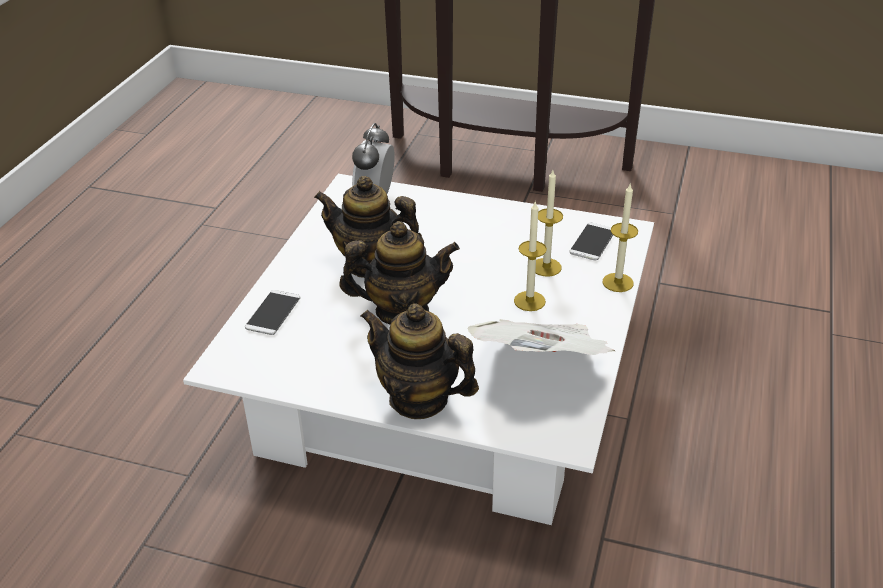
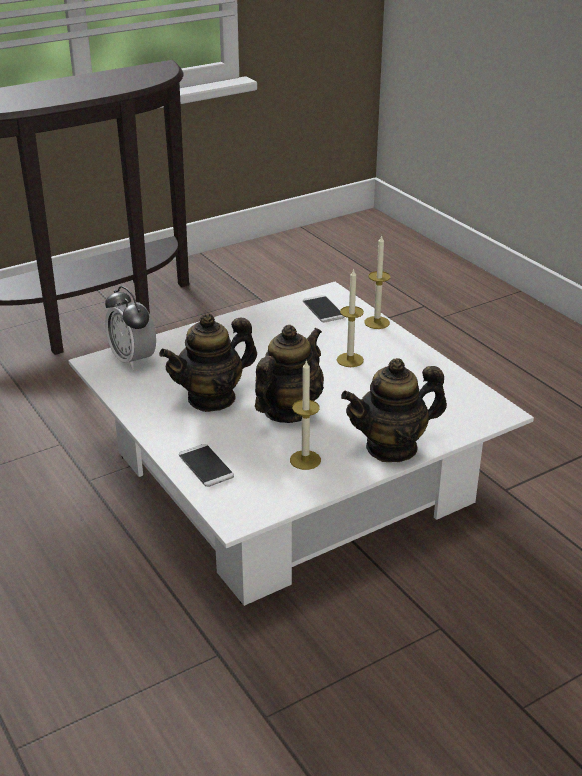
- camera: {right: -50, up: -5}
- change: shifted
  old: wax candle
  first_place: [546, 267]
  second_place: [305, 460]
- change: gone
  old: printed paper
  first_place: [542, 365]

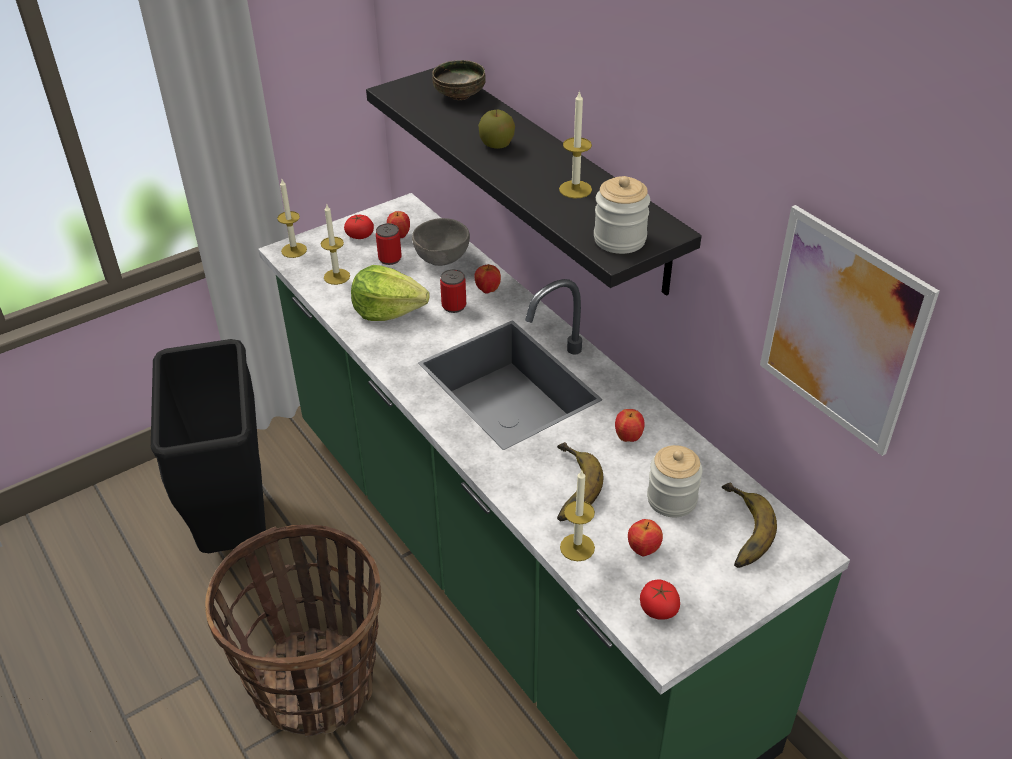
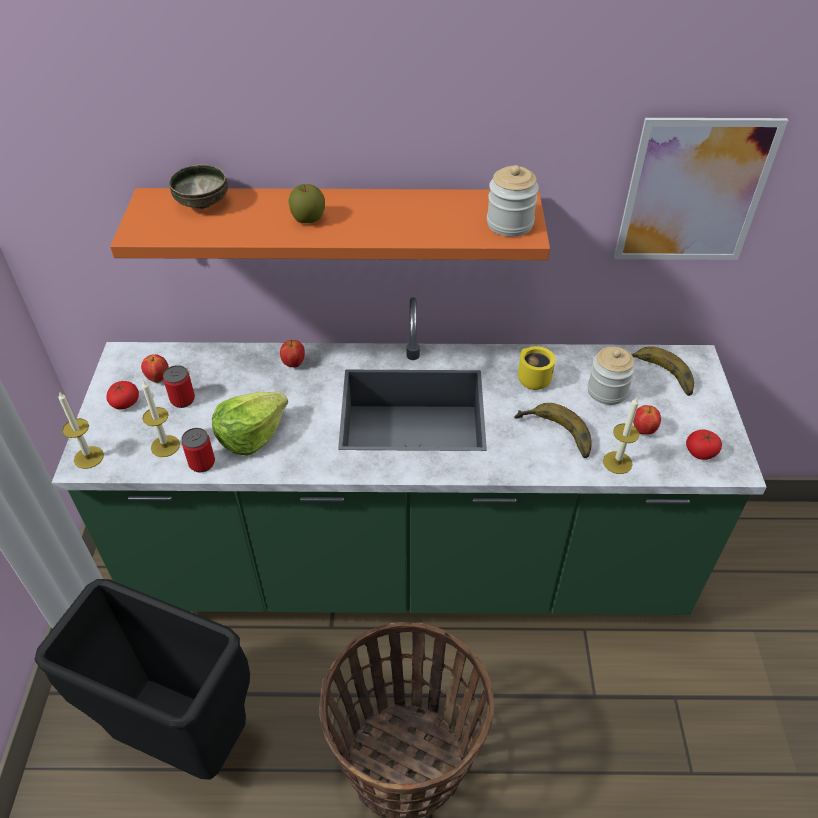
- camera: {right: -55, up: 5}
- change: repainted
  old: black bracket shelf
  new: orange-coloured bracket shelf
  first_place: [557, 176]
  second_place: [339, 223]
- change: shifted
  old: metal can
  first_place: [454, 306]
  second_place: [202, 463]
- change: swapped
  old: whole apple
  new: yellow-coloured mug
  first_place: [628, 437]
  second_place: [531, 379]
- change: gone
  old: gray bowl
  first_place: [441, 258]
- change: gone
  old: wax candle
  first_place: [575, 189]

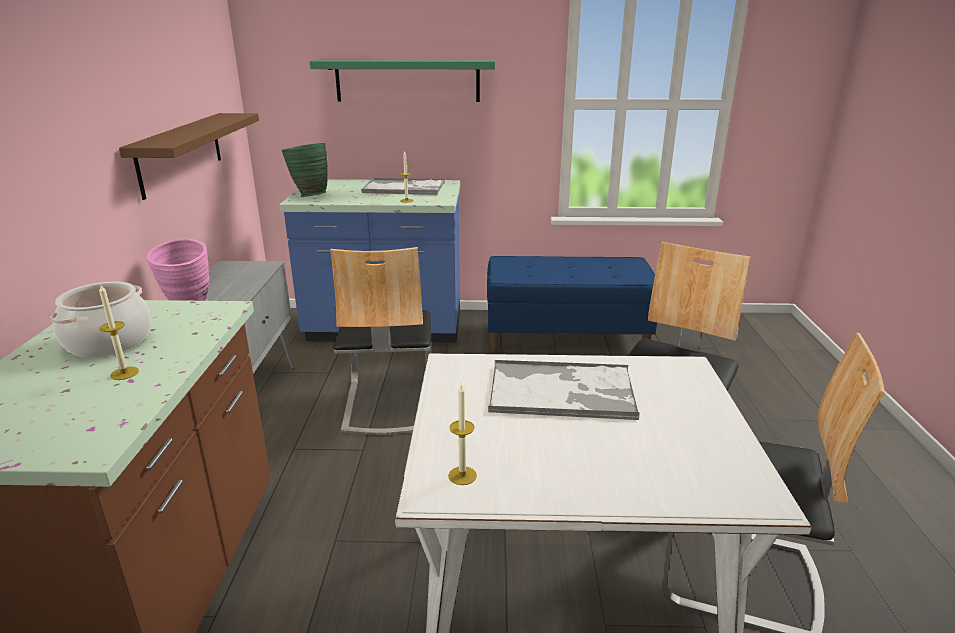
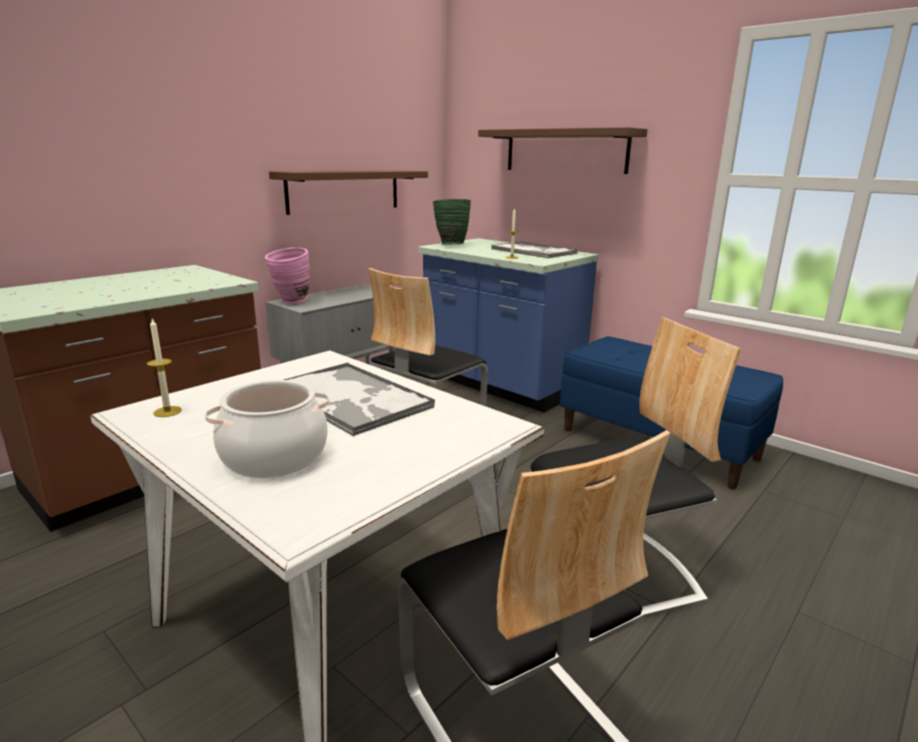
- camera: {right: 40, up: -5}
- change: shifted
  old: saucepot
  first_place: [109, 342]
  second_place: [273, 457]
- change: repainted
  old: green bracket shelf
  new: brown-coloured bracket shelf
  first_place: [407, 80]
  second_place: [565, 151]
- change: gone
  old: wax candle
  first_place: [124, 373]

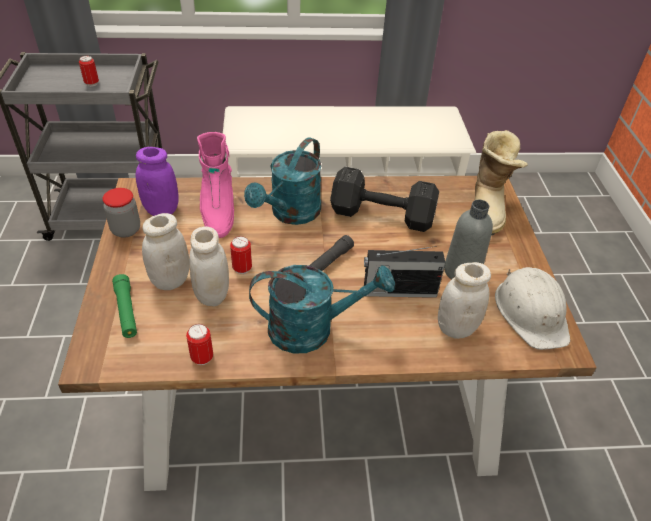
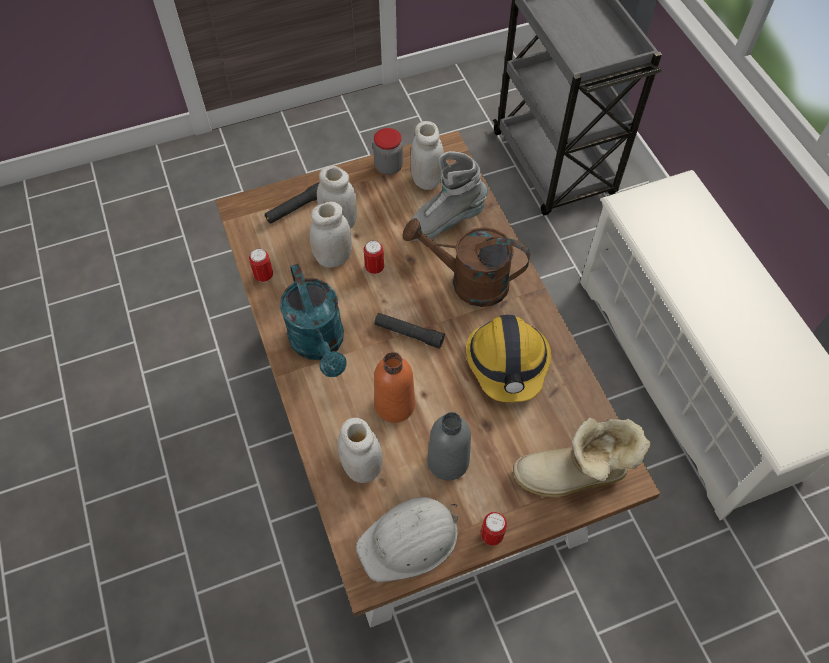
- camera: {right: 75, up: 15}
- change: repainted
  old: green flashlight
  new: black flashlight
  first_place: [126, 311]
  second_place: [295, 208]
- change: swapped
  old: radio
  new: orange-coloured drink bottle
  first_place: [398, 291]
  second_place: [394, 405]
- change: repainted
  old: turquoise sprinkling can
  new: brown-coloured sprinkling can
  first_place: [290, 214]
  second_place: [468, 282]
- change: repainted
  old: pinkish tall boot
  new: gray tall boot
  first_place: [217, 211]
  second_place: [444, 222]
- change: repainted
  old: purple-coloured storage jar
  new: white-coloured storage jar
  first_place: [162, 210]
  second_place: [426, 180]
- change: swapped
  old: black hand weight
  new: hard hat
  first_place: [380, 214]
  second_place: [507, 363]
- change: shifted
  old: metal can
  first_place: [92, 83]
  second_place: [491, 535]

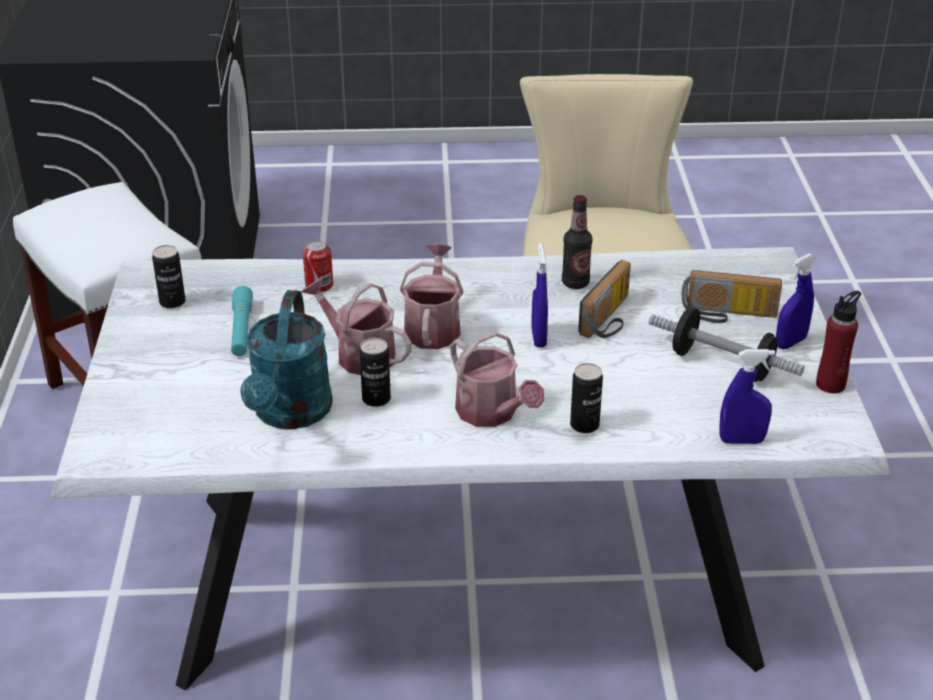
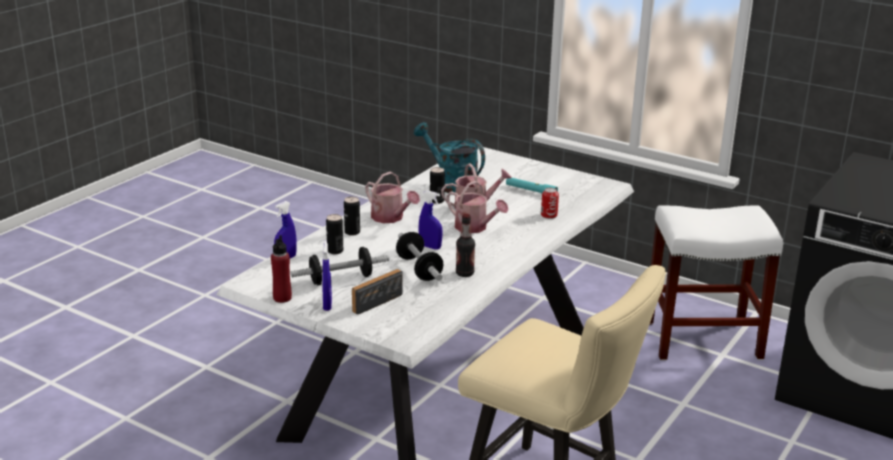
- camera: {right: 125, up: -10}
- change: shifted
  old: metal can
  first_place: [172, 302]
  second_place: [335, 251]
- change: rotated
  old: sprinkling can
  first_place: [492, 413]
  second_place: [390, 218]
  degrees: -135
- change: swapped
  old: radio
  new: hand weight
  first_place: [610, 319]
  second_place: [419, 269]

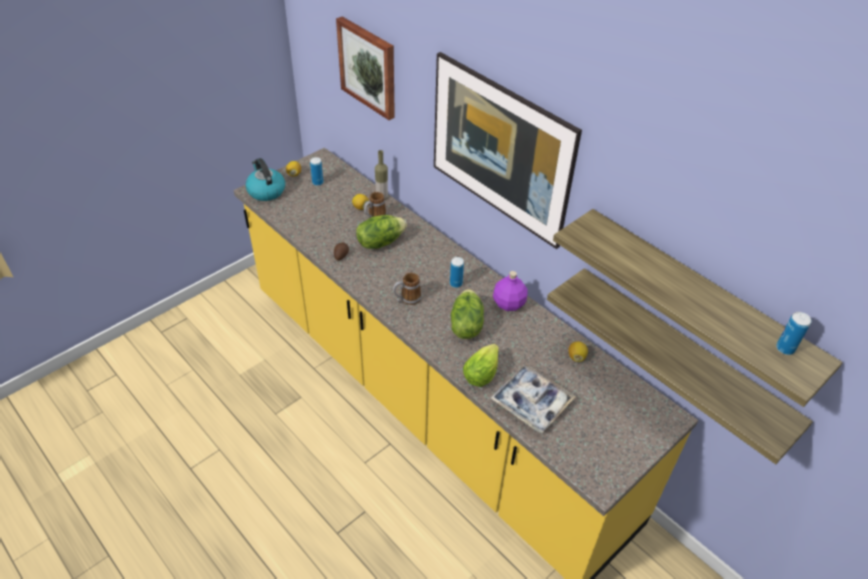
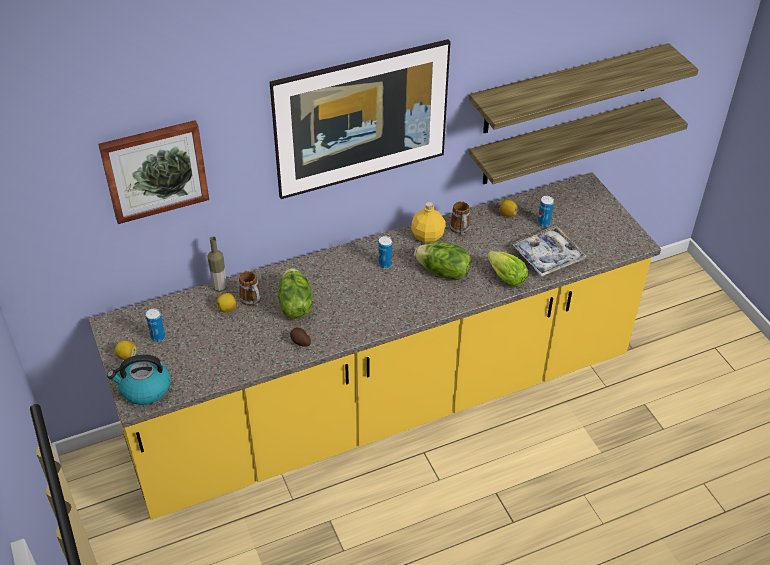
- camera: {right: -70, up: 0}
- change: repainted
  old: purple-coloured drink bottle
  new: yellow-coloured drink bottle
  first_place: [509, 304]
  second_place: [427, 236]
- change: shifted
  old: mug
  first_place: [407, 299]
  second_place: [460, 230]
- change: shifted
  old: metal can
  first_place: [785, 348]
  second_place: [543, 223]

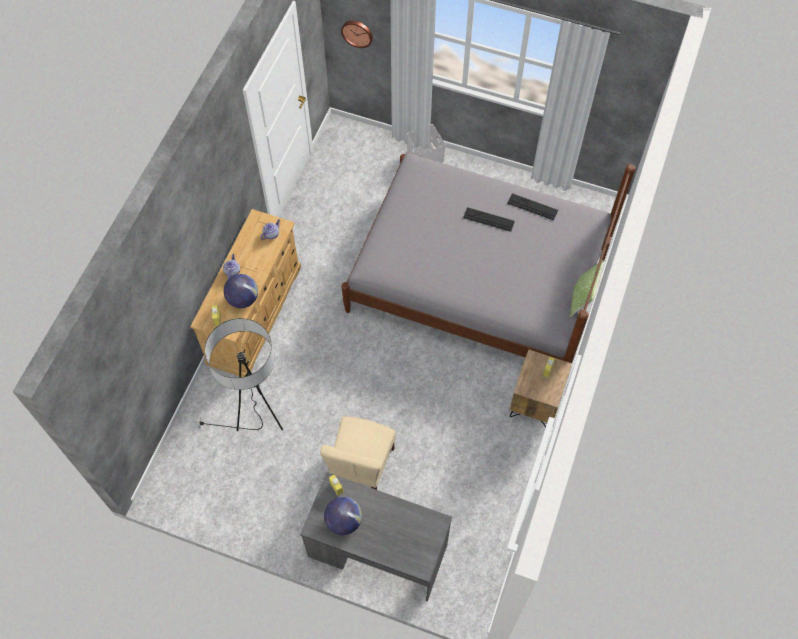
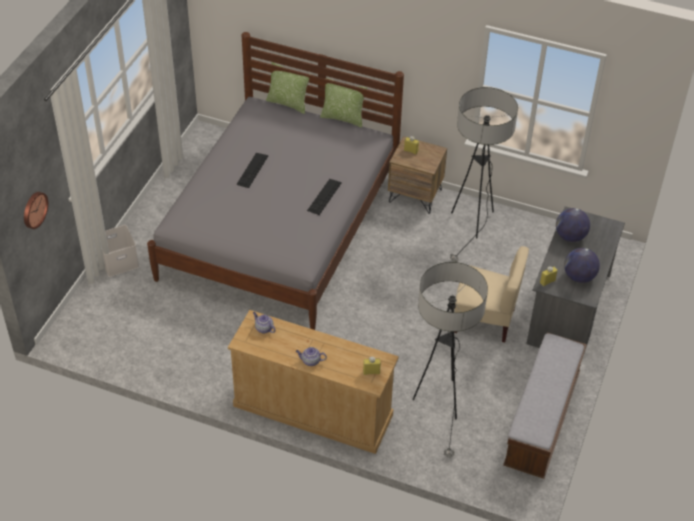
- camera: {right: -90, up: -15}
- change: new
  new: pillow
  second_place: [288, 103]
- change: shifted
  old: keyboard
  first_place: [532, 206]
  second_place: [324, 196]
- change: new
  new: standing lamp
  second_place: [472, 225]
- change: new
  new: indoor bench
  second_place: [541, 420]
- change: shifted
  old: world globe
  first_place: [243, 299]
  second_place: [570, 236]

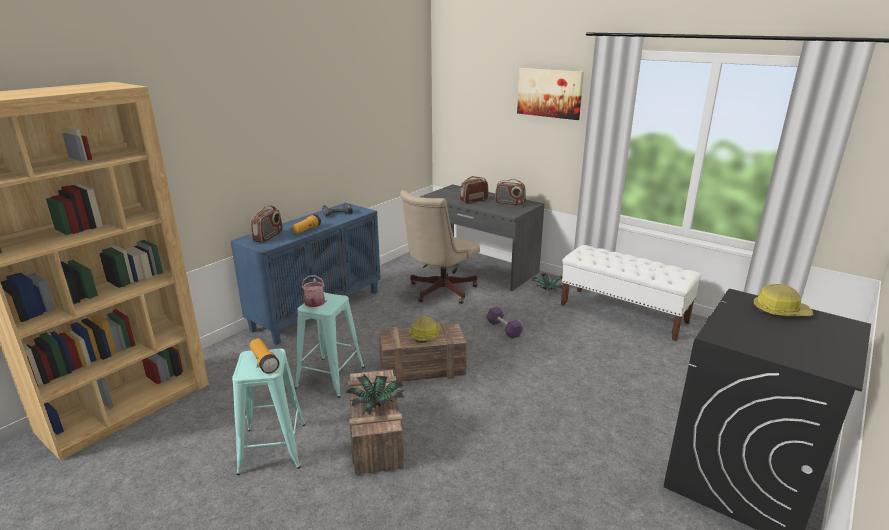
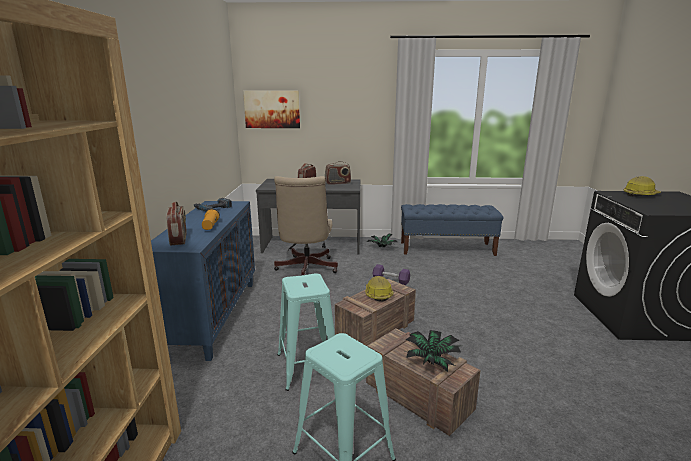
- camera: {right: -35, up: -5}
- change: shifted
  old: picture
  first_place: [549, 93]
  second_place: [272, 109]
- change: repainted
  old: white-coloured indoor bench
  new: bluish indoor bench
  first_place: [623, 313]
  second_place: [447, 249]
- change: gone
  old: flashlight
  first_place: [264, 362]
- change: gone
  old: sprinkling can
  first_place: [314, 304]

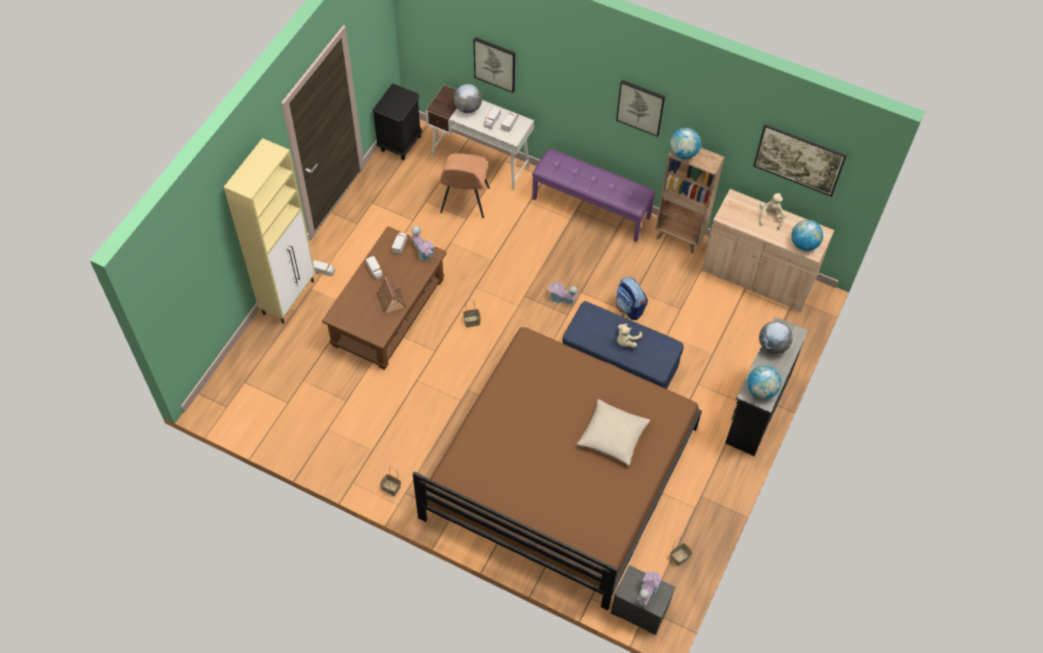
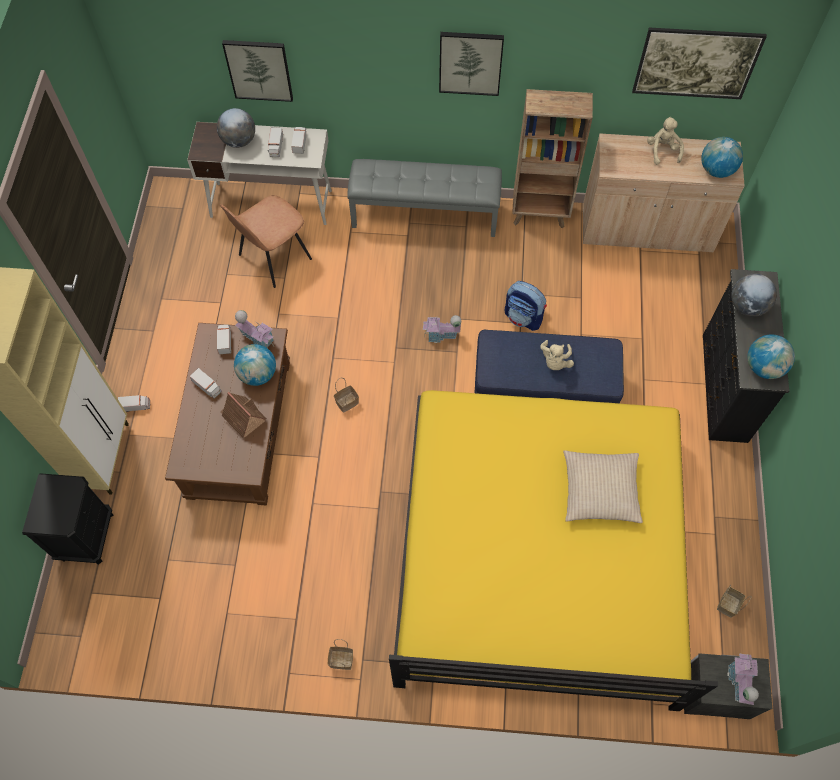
- camera: {right: -20, up: 5}
- change: shifted
  old: black night table
  first_place: [400, 143]
  second_place: [86, 536]
- change: rotated
  old: brown-coloured plain chair
  first_place: [464, 201]
  second_place: [273, 258]
  degrees: 60
- change: shifted
  old: world globe
  first_place: [683, 153]
  second_place: [258, 374]
- change: repainted
  old: purple-coloured indoor bench
  new: gray indoor bench
  first_place: [591, 207]
  second_place: [425, 214]
- change: repainted
  old: brown-coloured bed
  new: yellow-coloured bed
  first_place: [559, 472]
  second_place: [538, 553]

